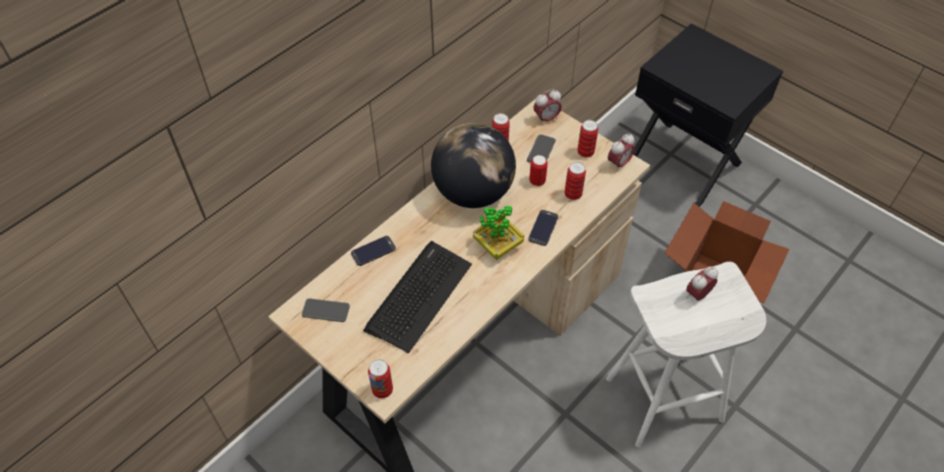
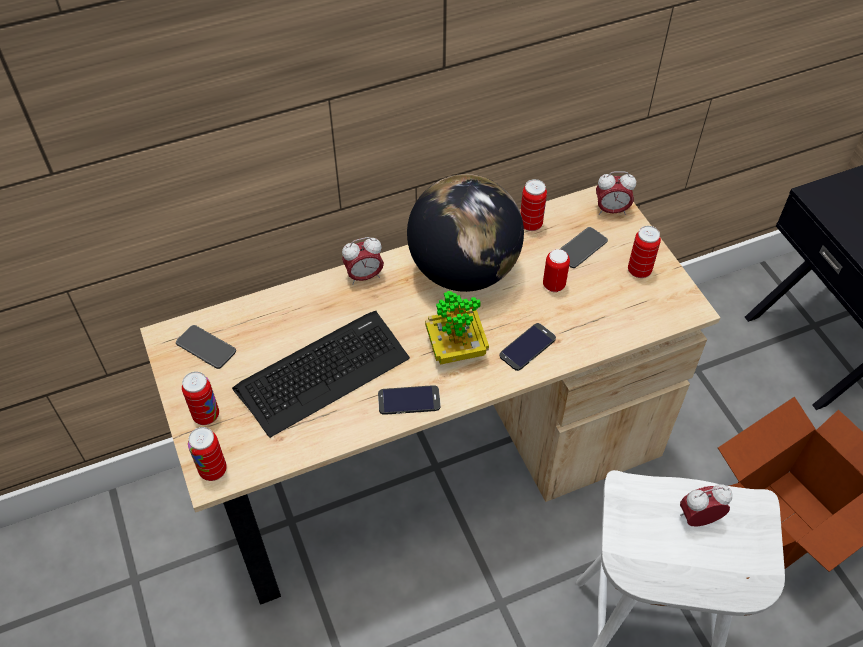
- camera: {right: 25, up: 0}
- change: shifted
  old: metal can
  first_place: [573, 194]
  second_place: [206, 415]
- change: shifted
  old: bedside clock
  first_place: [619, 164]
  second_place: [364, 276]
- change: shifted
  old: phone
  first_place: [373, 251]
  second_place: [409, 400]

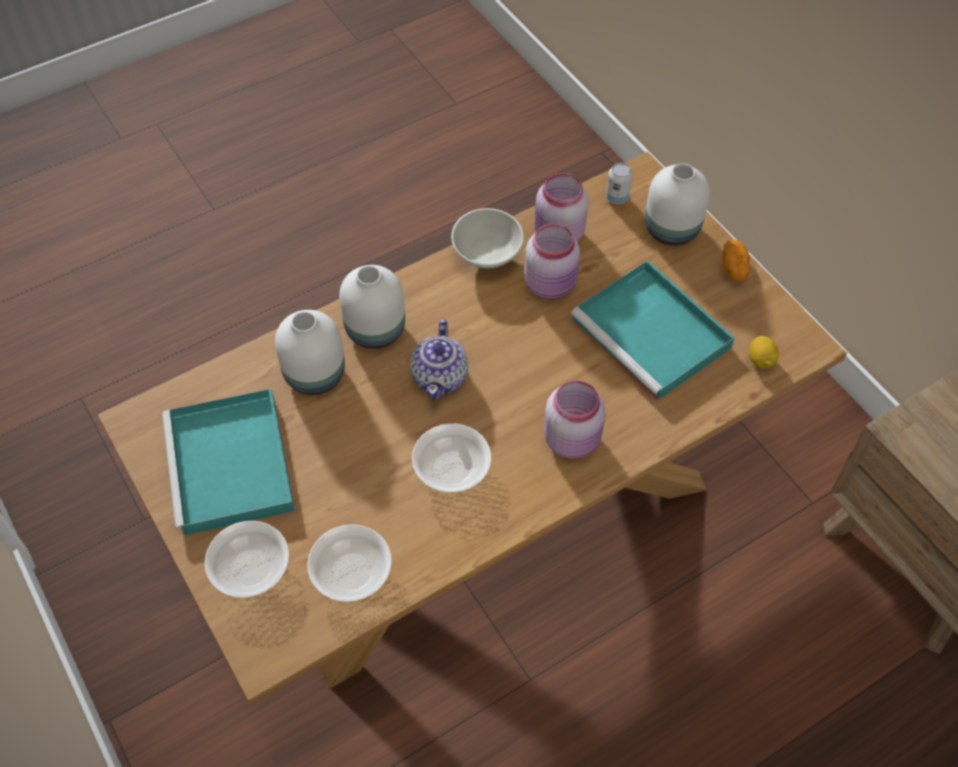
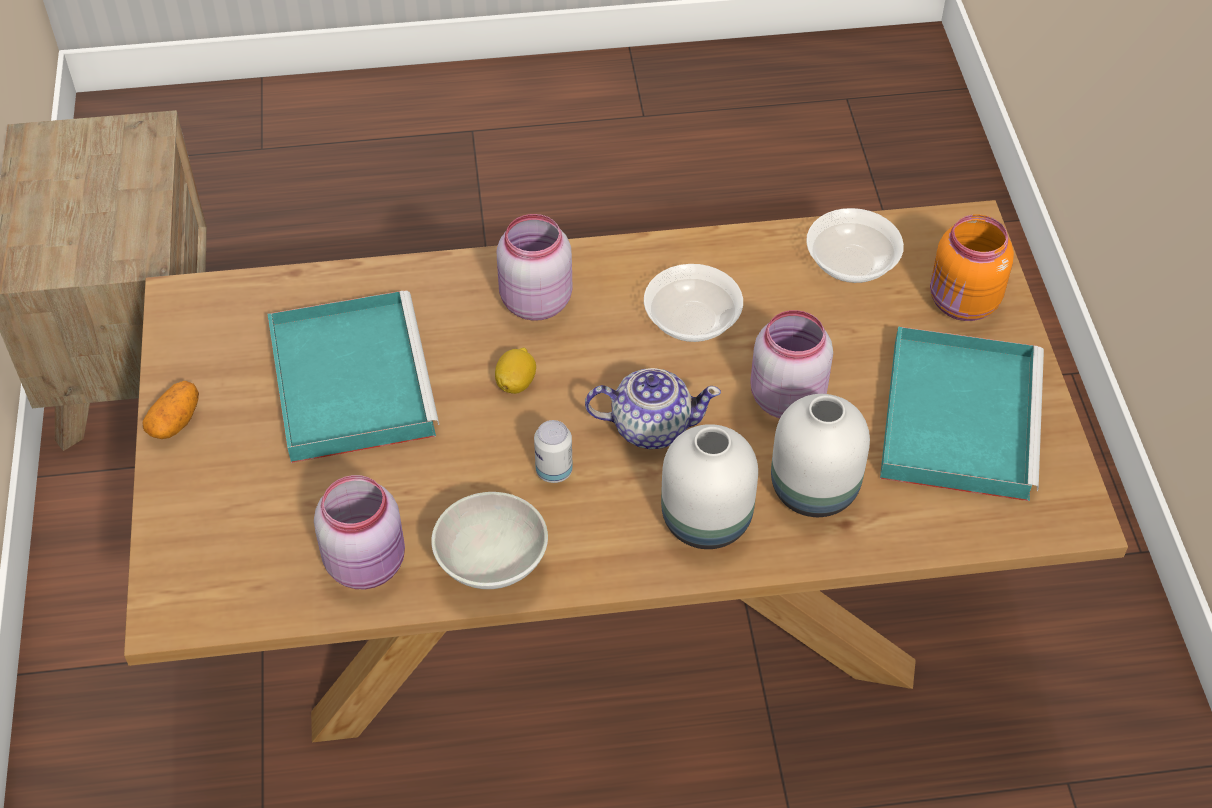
- camera: {right: -155, up: -5}
- change: shifted
  old: whole lemon
  first_place: [760, 360]
  second_place: [516, 383]
- change: shifted
  old: metal can
  first_place: [617, 197]
  second_place: [554, 471]
- change: rotated
  old: tea pot
  first_place: [440, 377]
  second_place: [650, 426]
  degrees: 60
- change: shifted
  old: pinkish storage jar
  first_place: [551, 284]
  second_place: [784, 397]
- change: swapped
  old: bowl
  new: orange-coloured storage jar
  first_place: [251, 568]
  second_place: [962, 304]
- change: gone
  old: white-coloured decorative vase
  first_place: [673, 229]

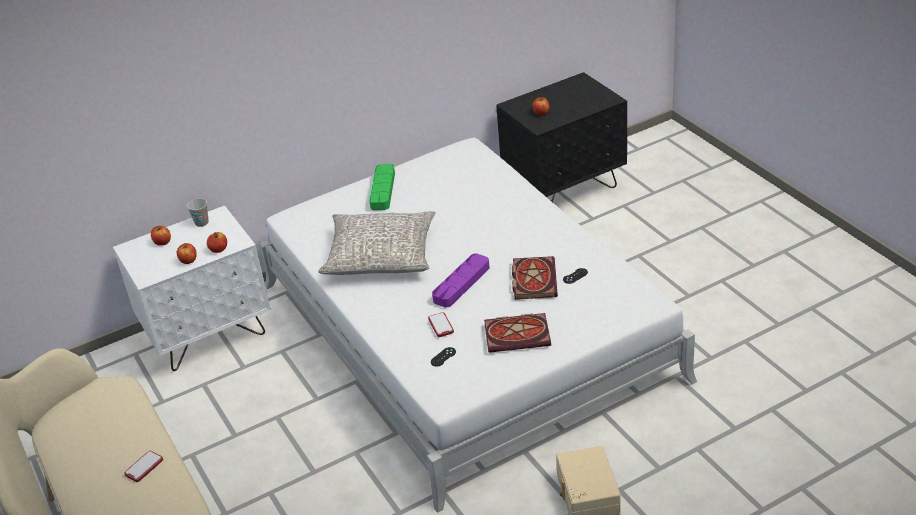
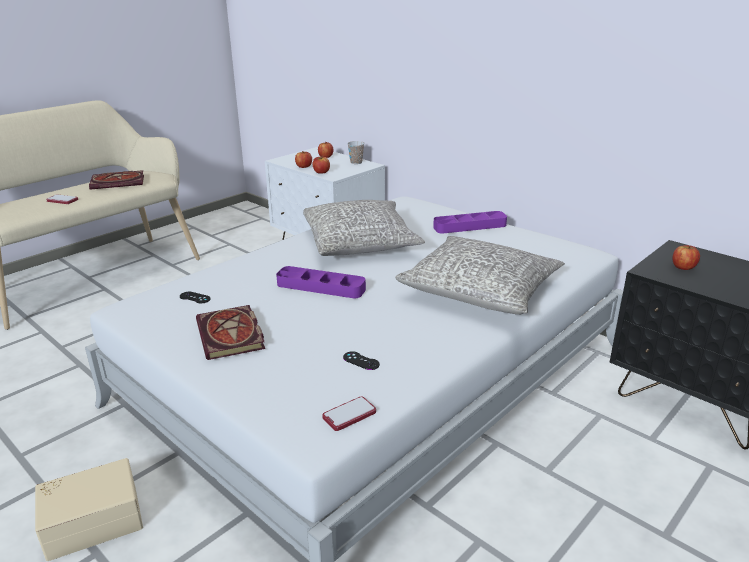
- camera: {right: 70, up: -10}
- change: shifted
  old: volume
  first_place: [533, 279]
  second_place: [119, 182]
- change: shifted
  old: phone
  first_place: [441, 325]
  second_place: [349, 415]
- change: new
  new: gray pillow
  second_place: [480, 290]
- change: repainted
  old: green carrying tray
  new: purple-coloured carrying tray
  first_place: [382, 190]
  second_place: [469, 226]

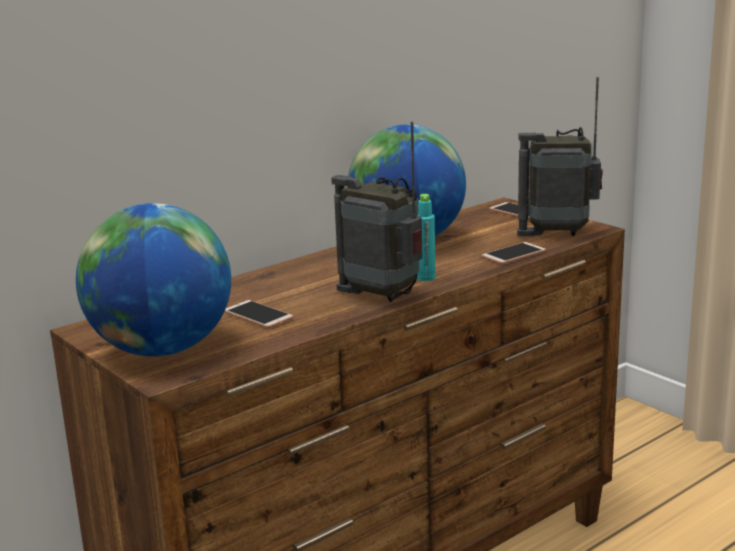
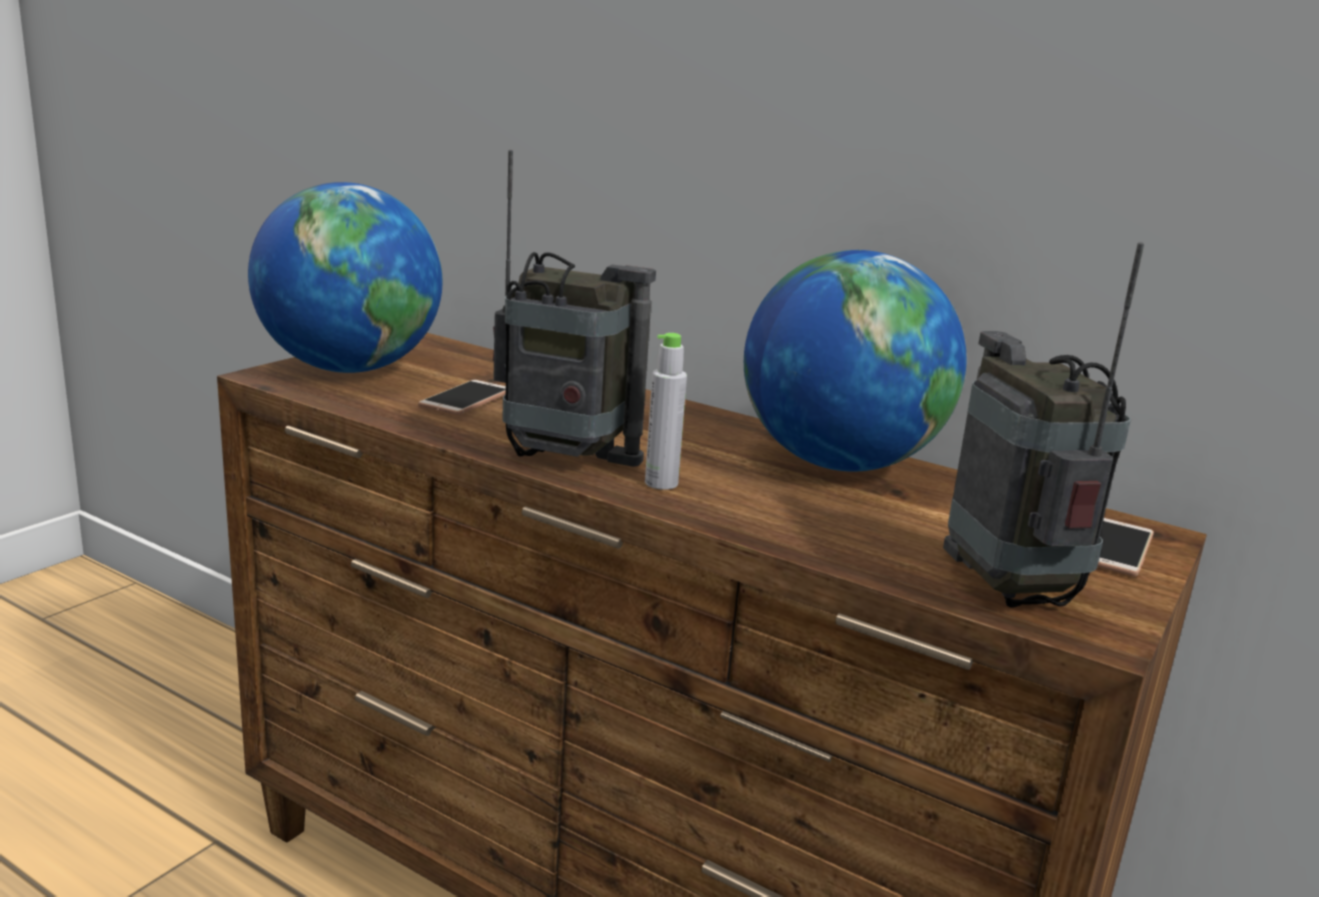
- camera: {right: 70, up: 0}
- change: rotated
  old: radio
  first_place: [382, 296]
  second_place: [563, 459]
  degrees: 90
- change: repainted
  old: turquoise drink bottle
  new: gray drink bottle
  first_place: [426, 278]
  second_place: [661, 483]
- change: gone
  old: phone
  first_place: [513, 254]

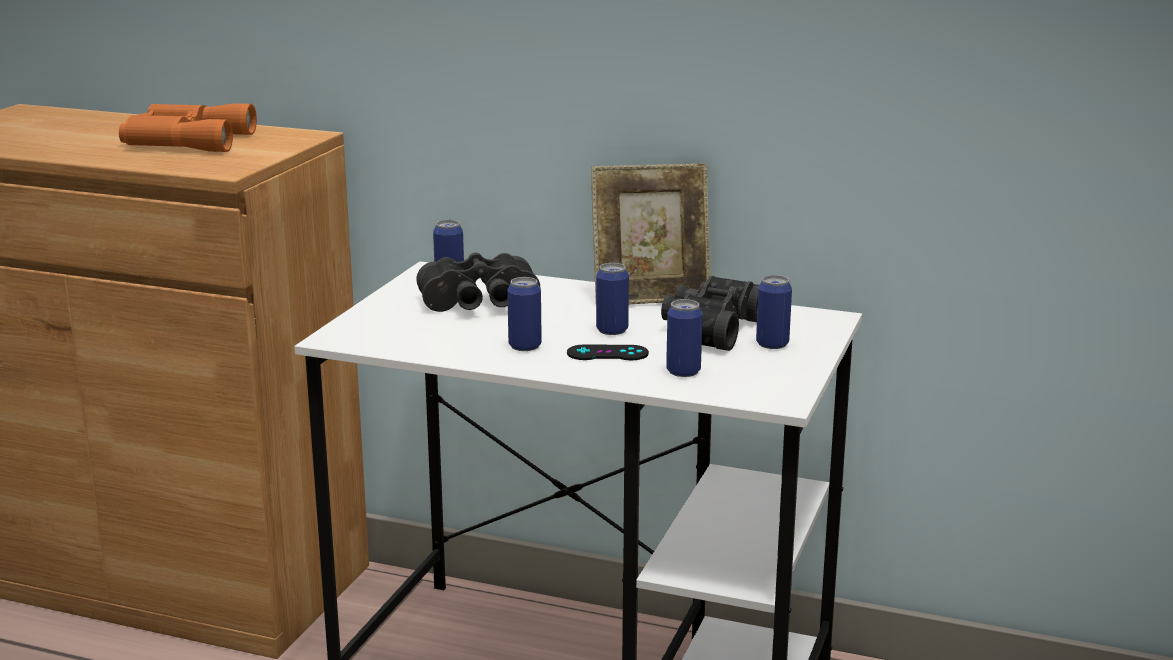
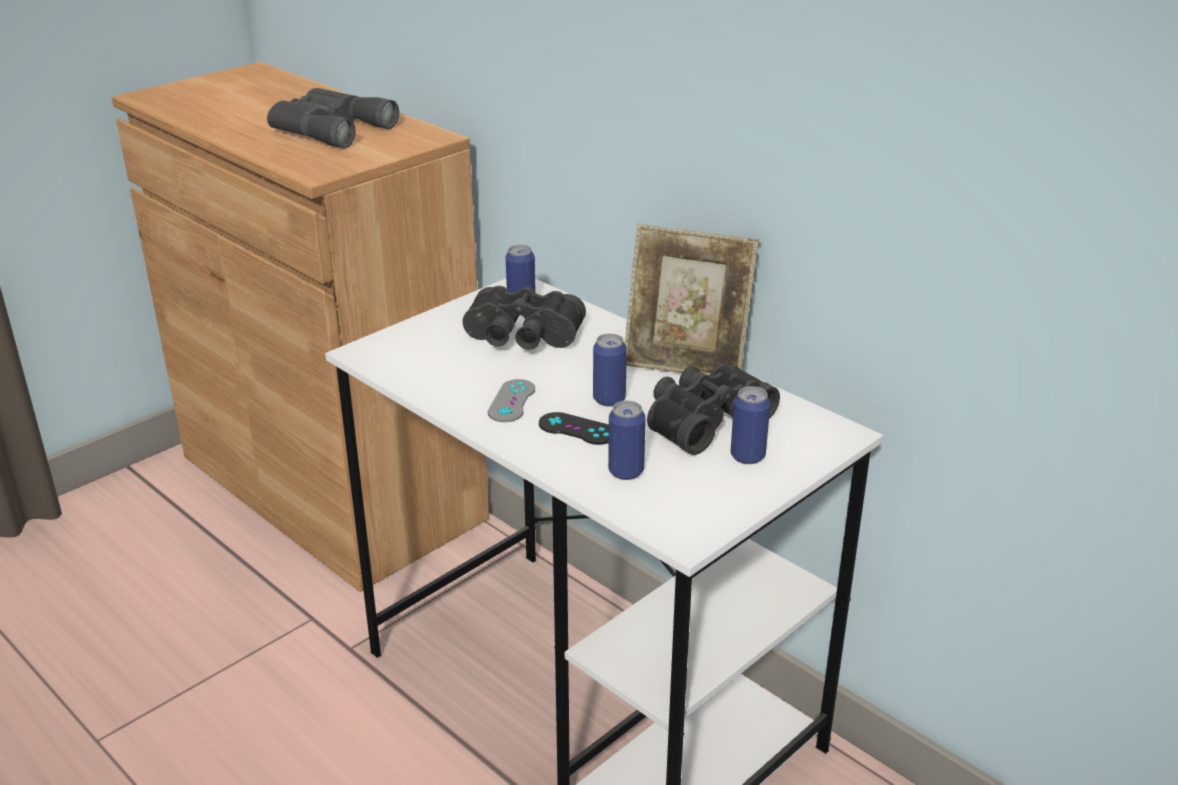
- camera: {right: 25, up: 10}
- change: repainted
  old: orange-coloured pair of binoculars
  new: gray pair of binoculars
  first_place: [184, 140]
  second_place: [328, 128]
- change: swapped
  old: metal can
  new: gray game controller
  first_place: [525, 346]
  second_place: [512, 401]

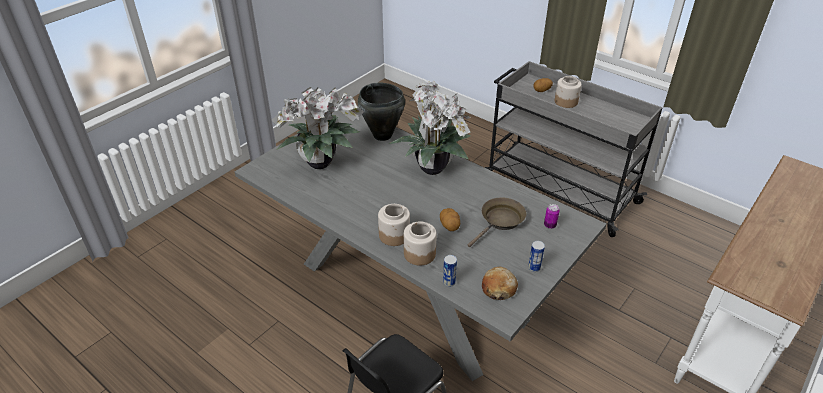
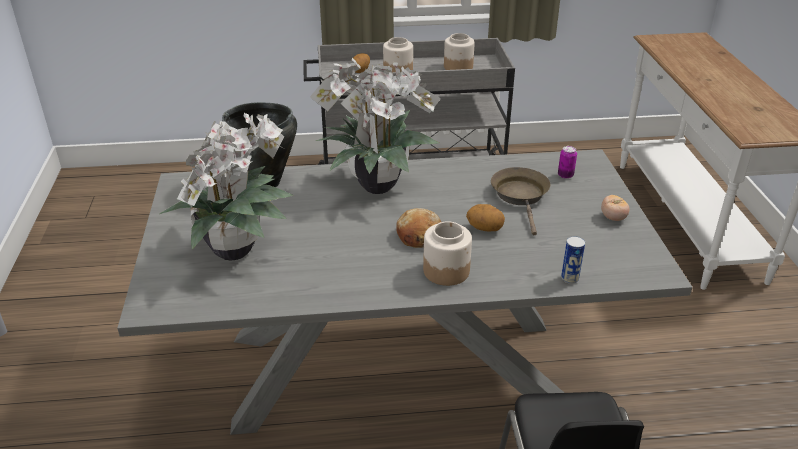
- camera: {right: -45, up: -5}
- change: shifted
  old: bread
  first_place: [499, 288]
  second_place: [418, 235]
- change: shifted
  old: storage jar
  first_place: [419, 254]
  second_place: [457, 67]
- change: swapped
  old: metal can
  new: tomato
  first_place: [534, 268]
  second_place: [613, 218]

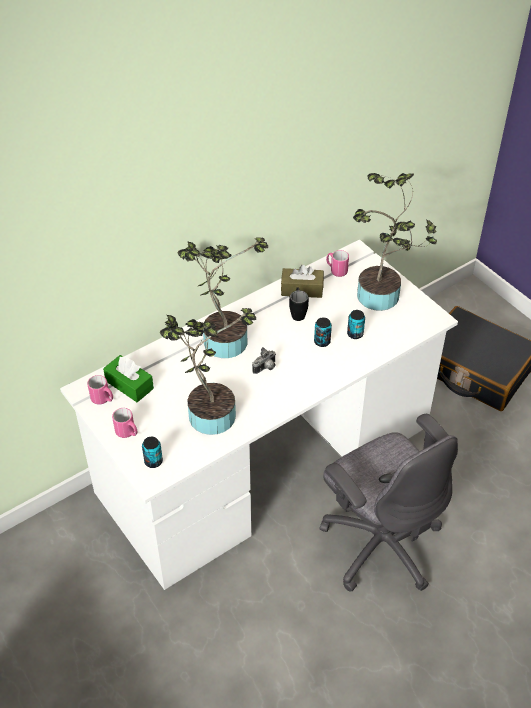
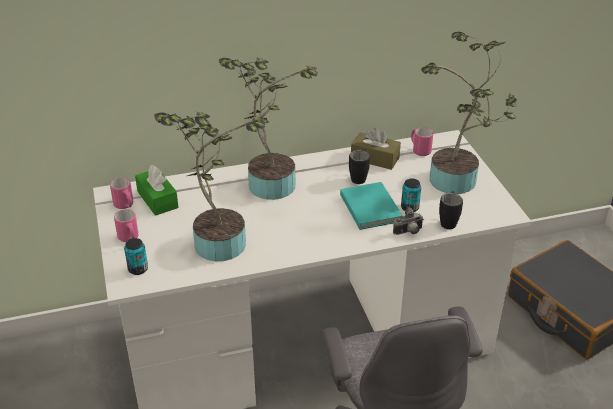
- camera: {right: 20, up: -10}
- change: swapped
  old: metal can
  new: turquoise volume
  first_place: [322, 342]
  second_place: [370, 206]
- change: shifted
  old: photo camera
  first_place: [265, 368]
  second_place: [408, 232]
- change: new
  new: black mug
  second_place: [448, 221]

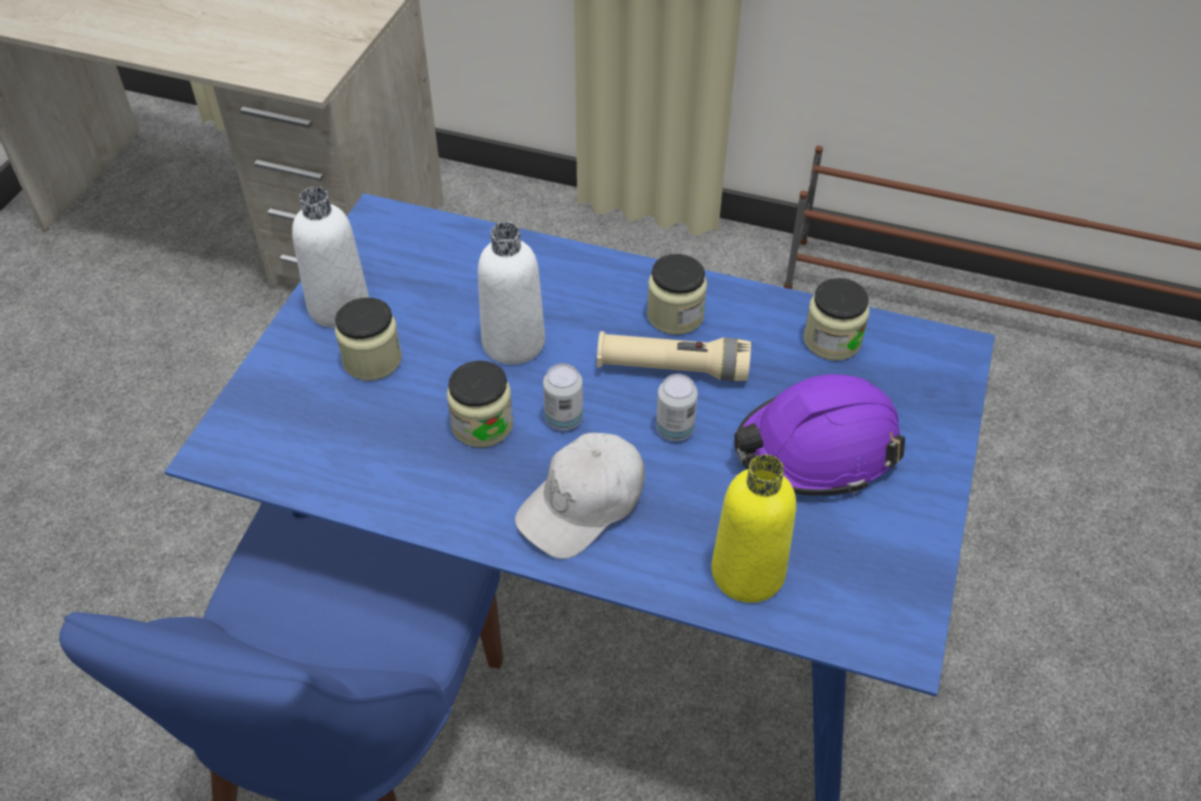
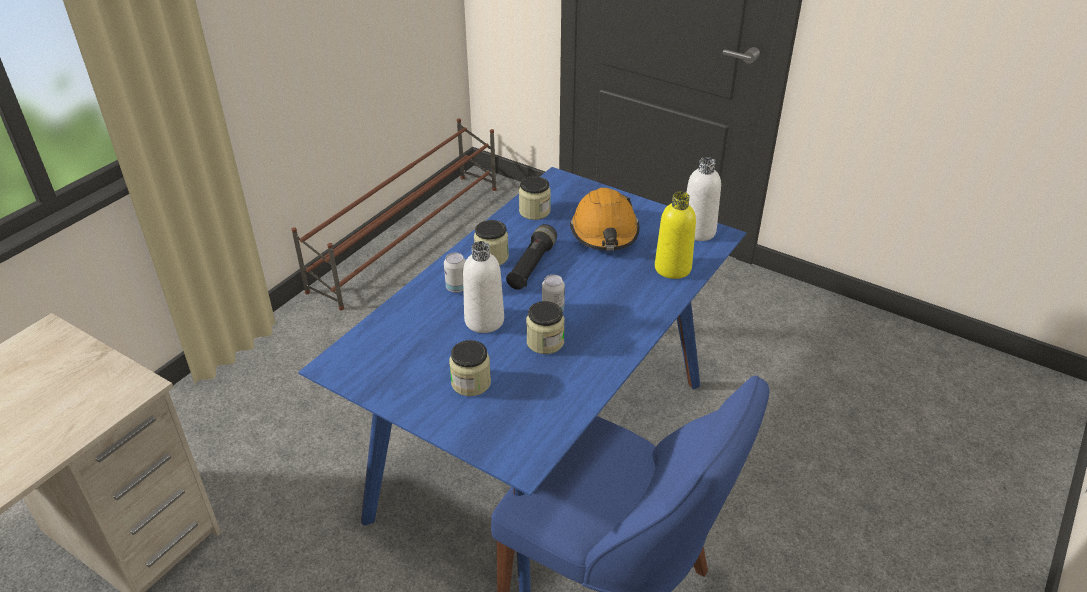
- camera: {right: -75, up: -10}
- change: shifted
  old: metal can
  first_place: [674, 429]
  second_place: [456, 287]
- change: repainted
  old: sand-coloured flashlight
  new: black flashlight
  first_place: [672, 369]
  second_place: [532, 266]
- change: repainted
  old: purple-coloured hard hat
  new: orange-coloured hard hat
  first_place: [816, 449]
  second_place: [605, 232]
- change: shifted
  old: white-coloured drink bottle
  first_place: [339, 307]
  second_place: [698, 231]
- change: gone
  old: white-coloured baseball cap
  first_place: [583, 504]

